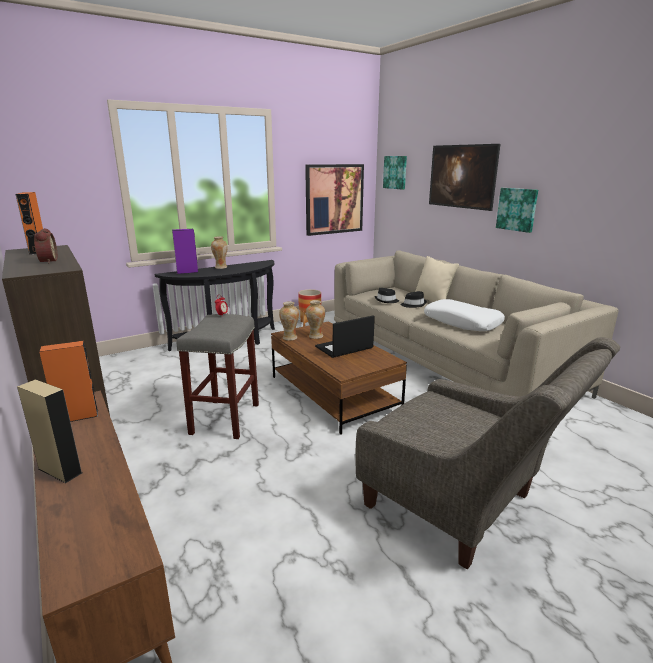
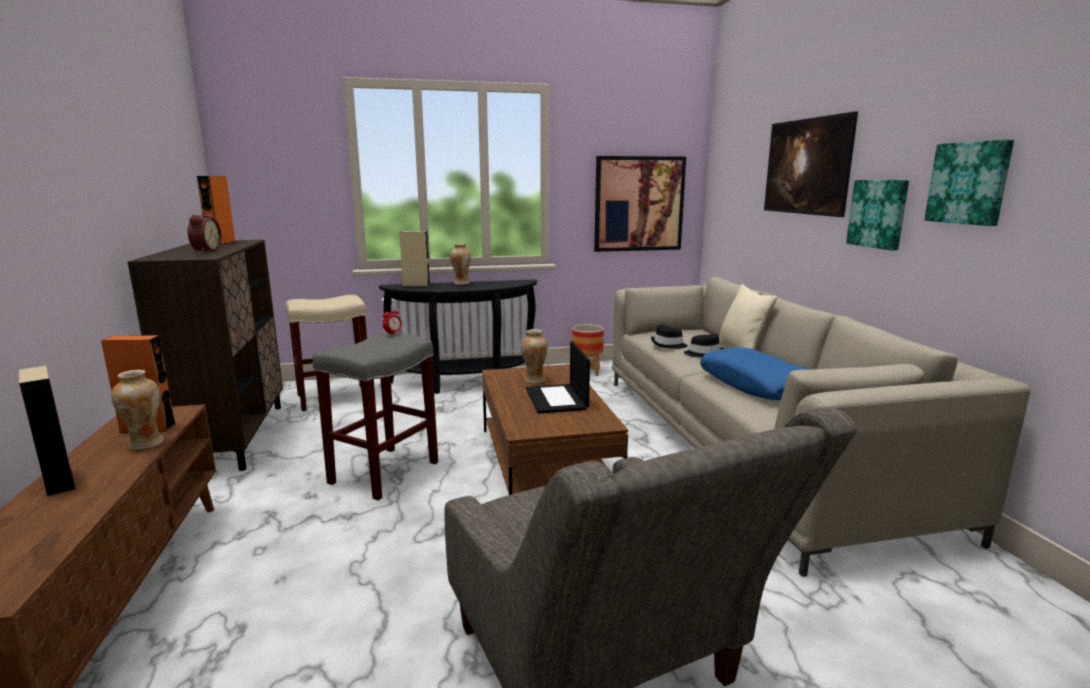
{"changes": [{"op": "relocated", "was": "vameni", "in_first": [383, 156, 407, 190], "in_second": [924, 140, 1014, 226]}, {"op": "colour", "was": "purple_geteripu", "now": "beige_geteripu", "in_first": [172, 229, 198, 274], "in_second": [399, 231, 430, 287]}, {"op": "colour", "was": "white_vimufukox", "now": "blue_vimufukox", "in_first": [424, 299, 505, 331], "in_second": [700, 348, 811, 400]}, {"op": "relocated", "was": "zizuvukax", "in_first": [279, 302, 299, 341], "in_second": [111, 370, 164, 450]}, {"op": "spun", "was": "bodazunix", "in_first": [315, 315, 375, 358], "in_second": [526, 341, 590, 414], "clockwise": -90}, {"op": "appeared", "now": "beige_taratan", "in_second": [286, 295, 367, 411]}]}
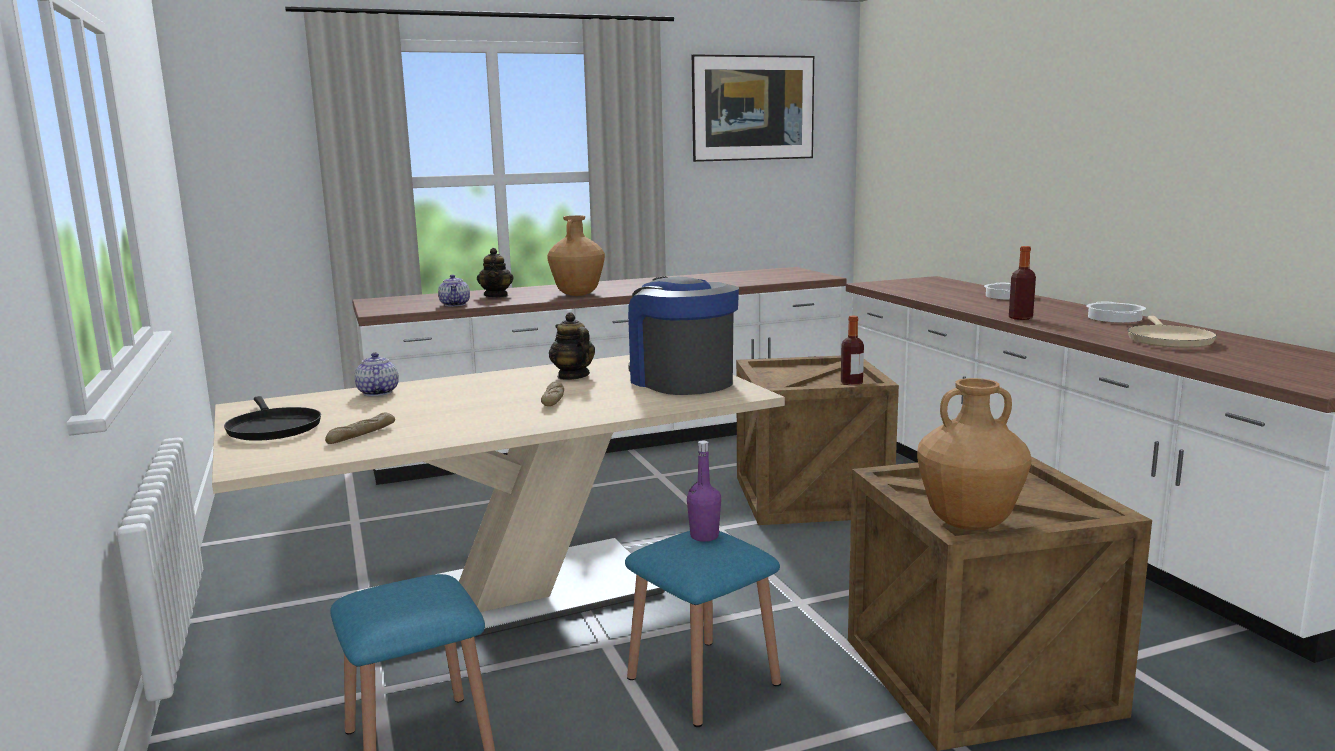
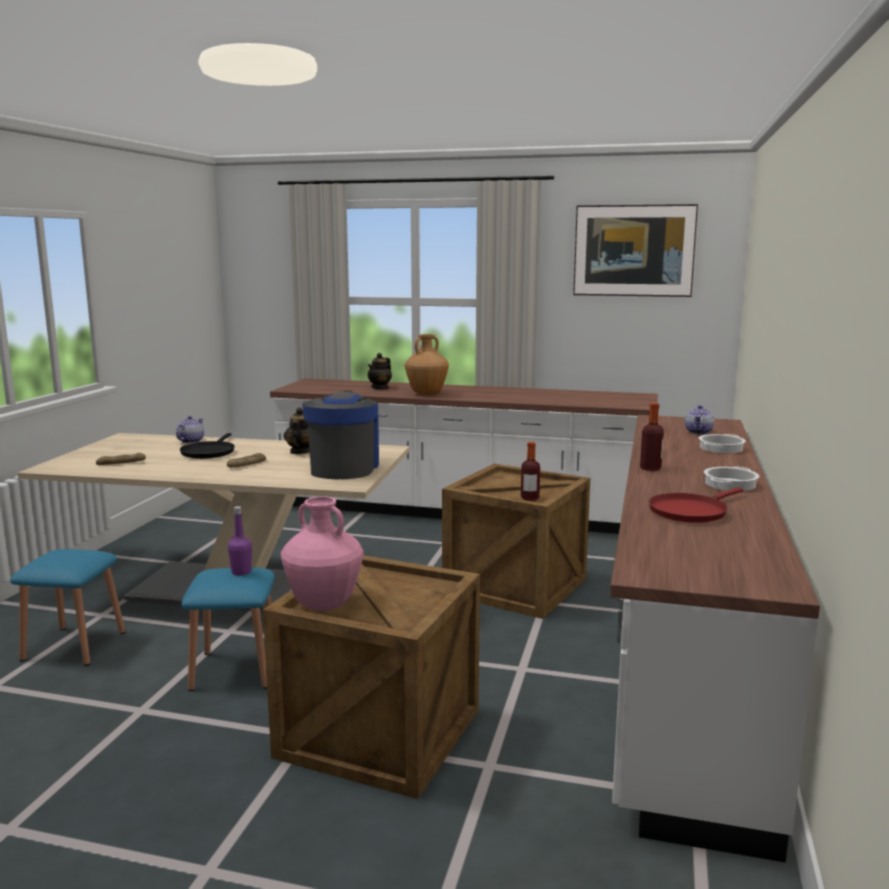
{"changes": [{"op": "relocated", "was": "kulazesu", "in_first": [438, 274, 470, 306], "in_second": [685, 405, 714, 434]}, {"op": "colour", "was": "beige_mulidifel", "now": "red_mulidifel", "in_first": [1127, 316, 1217, 348], "in_second": [649, 487, 743, 523]}, {"op": "colour", "was": "brown_zizuvukax", "now": "pink_zizuvukax", "in_first": [917, 378, 1032, 530], "in_second": [281, 496, 363, 611]}, {"op": "relocated", "was": "black_mulidifel", "in_first": [224, 396, 321, 441], "in_second": [180, 433, 235, 459]}]}
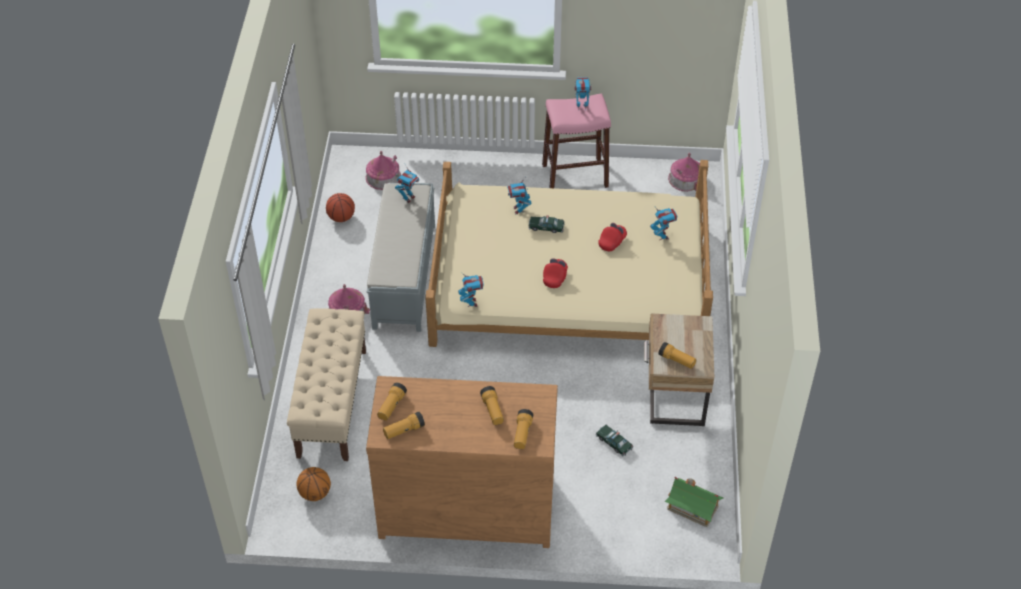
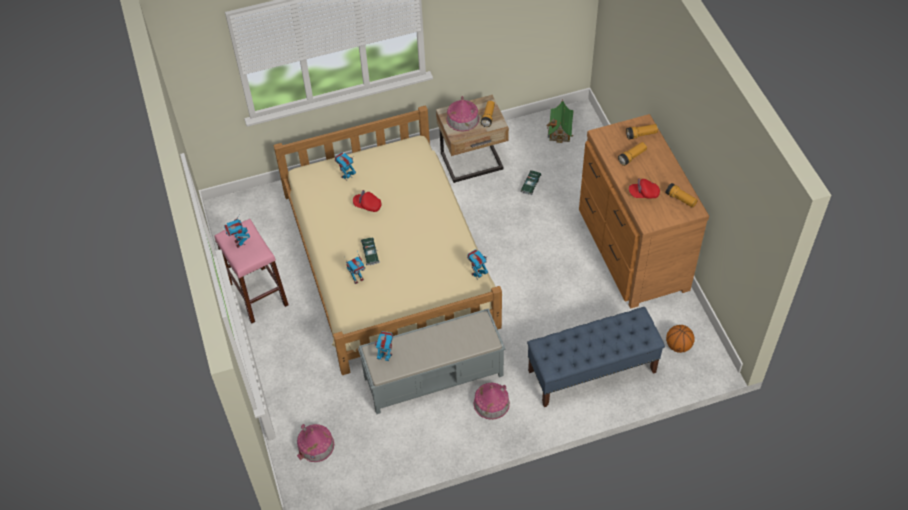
{"changes": [{"op": "relocated", "was": "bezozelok", "in_first": [668, 153, 700, 192], "in_second": [447, 96, 479, 132]}, {"op": "missing", "was": "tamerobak", "in_first": [326, 193, 355, 222]}, {"op": "relocated", "was": "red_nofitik", "in_first": [543, 258, 568, 288], "in_second": [629, 178, 660, 198]}, {"op": "colour", "was": "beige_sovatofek", "now": "blue_sovatofek", "in_first": [287, 308, 366, 461], "in_second": [527, 307, 665, 407]}, {"op": "missing", "was": "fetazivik", "in_first": [377, 382, 407, 421]}]}
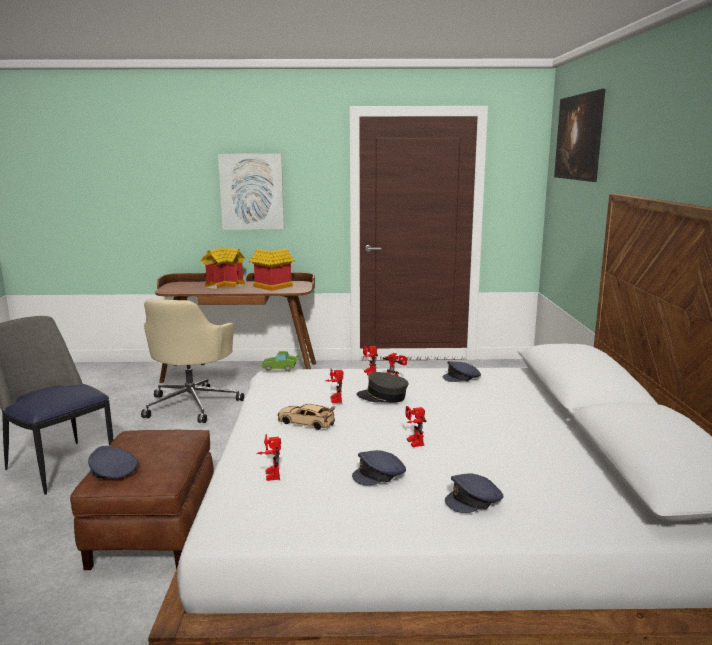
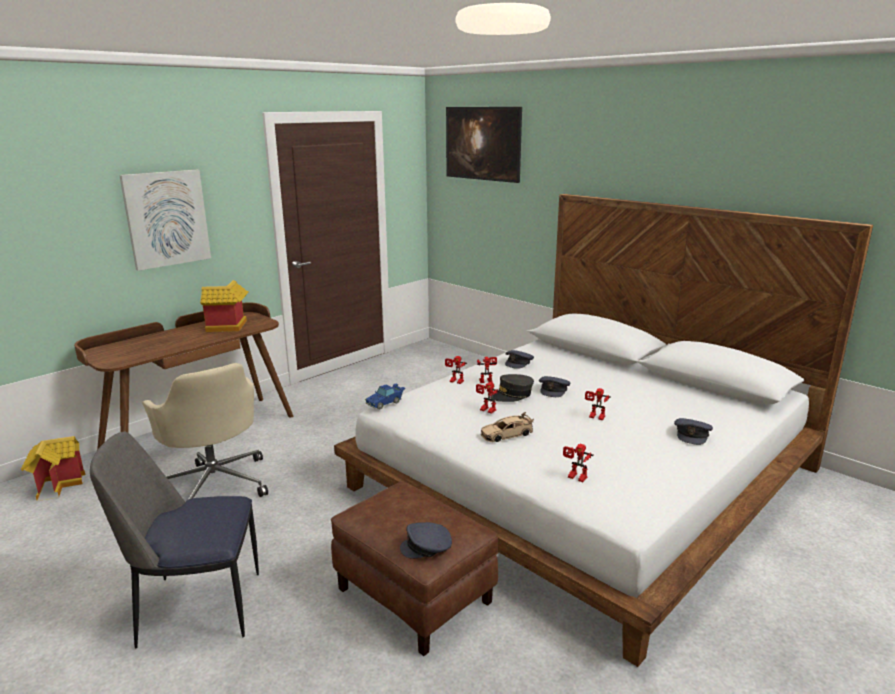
{"changes": [{"op": "relocated", "was": "bezozelok", "in_first": [200, 248, 245, 289], "in_second": [21, 436, 86, 501]}, {"op": "colour", "was": "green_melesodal", "now": "blue_melesodal", "in_first": [261, 351, 301, 372], "in_second": [365, 383, 405, 409]}, {"op": "relocated", "was": "grey_nofitik", "in_first": [352, 450, 406, 486], "in_second": [539, 376, 570, 397]}]}
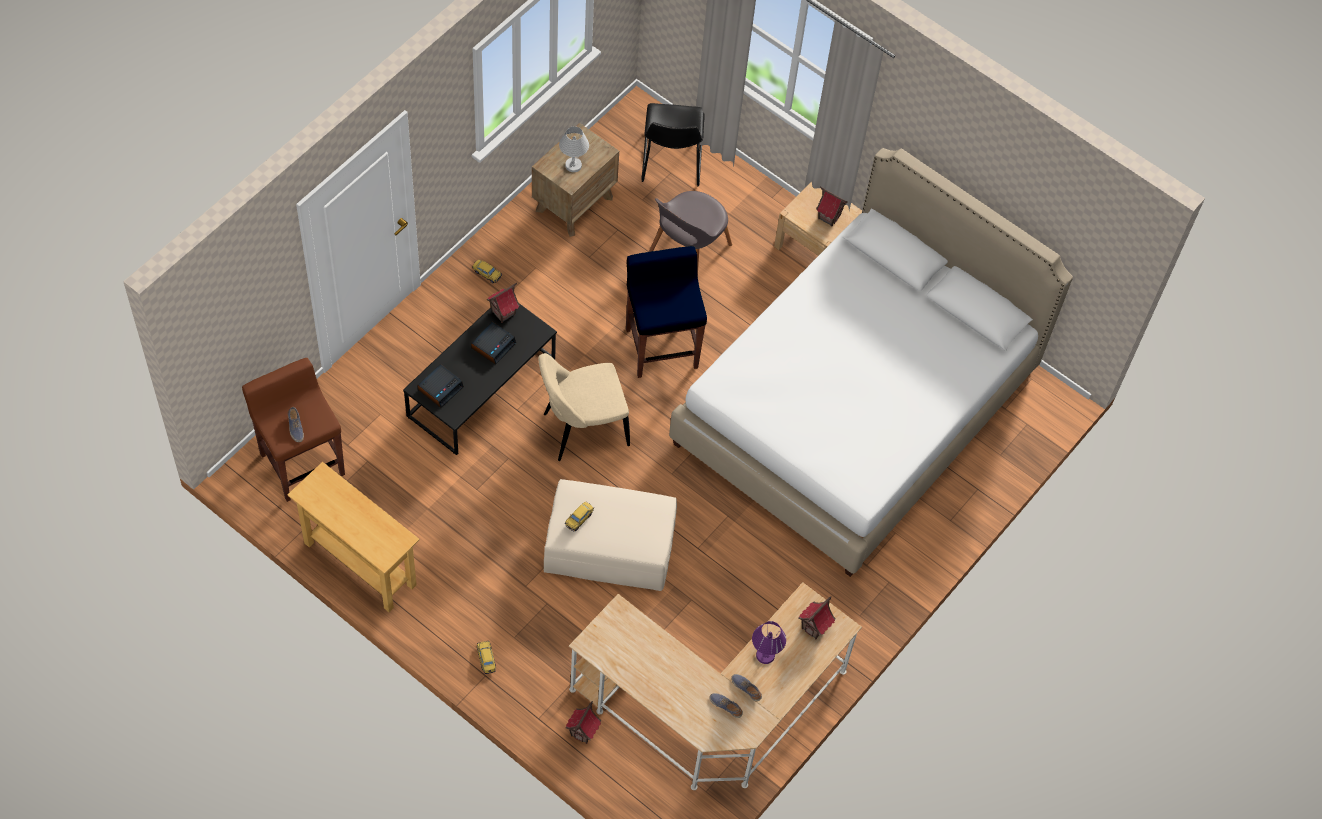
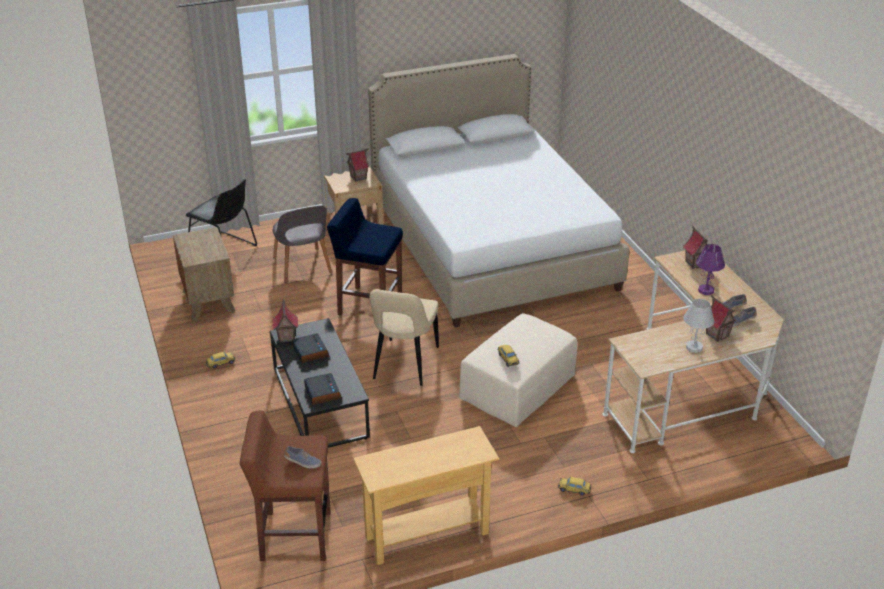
{"changes": [{"op": "relocated", "was": "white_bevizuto", "in_first": [559, 126, 589, 172], "in_second": [683, 299, 714, 353]}, {"op": "relocated", "was": "bezozelok", "in_first": [566, 701, 601, 744], "in_second": [706, 295, 737, 342]}]}
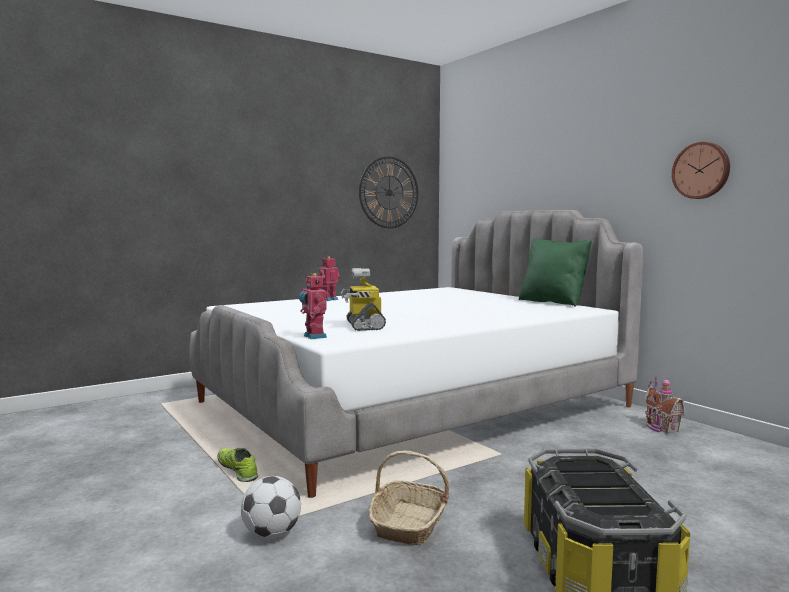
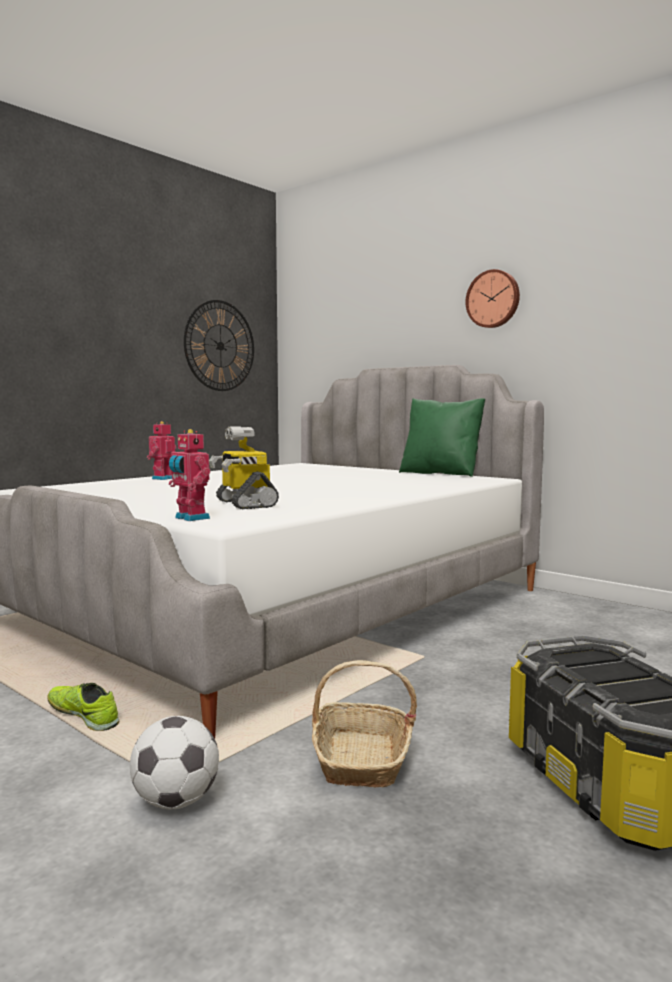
{"changes": [{"op": "relocated", "was": "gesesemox", "in_first": [671, 142, 730, 199], "in_second": [465, 269, 520, 328]}, {"op": "missing", "was": "bezozelok", "in_first": [645, 375, 685, 433]}]}
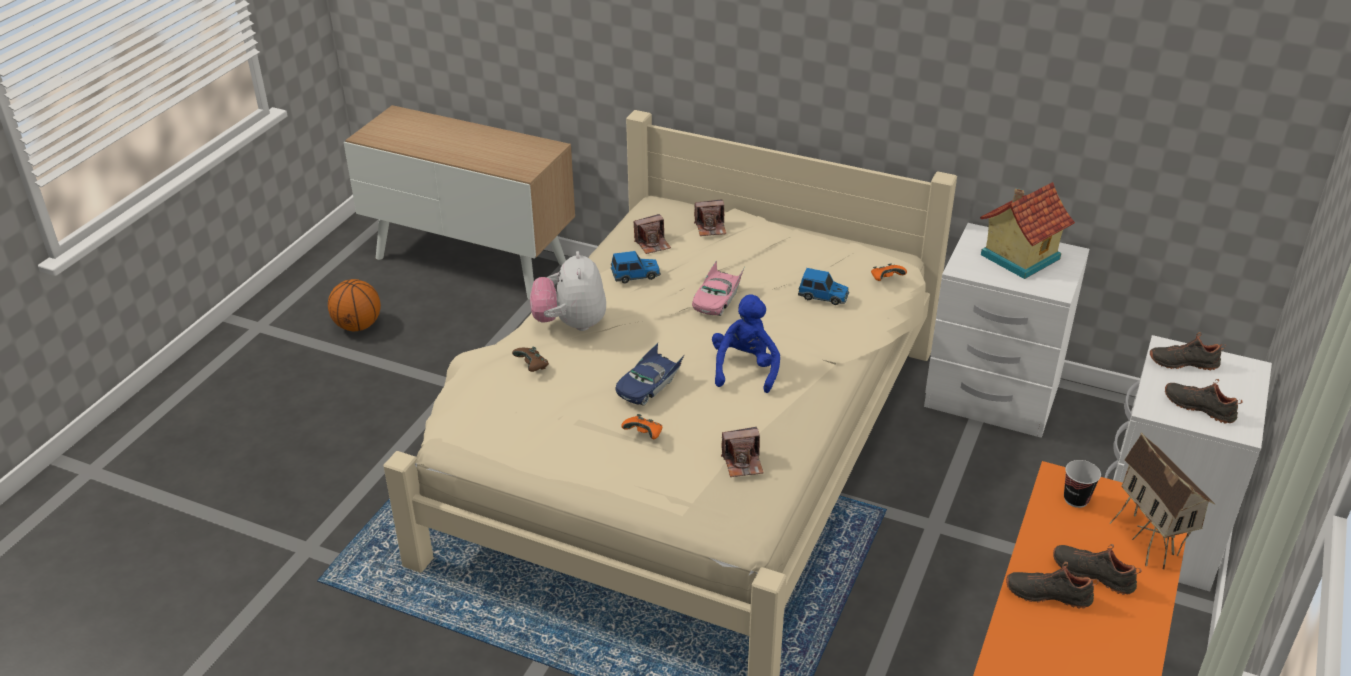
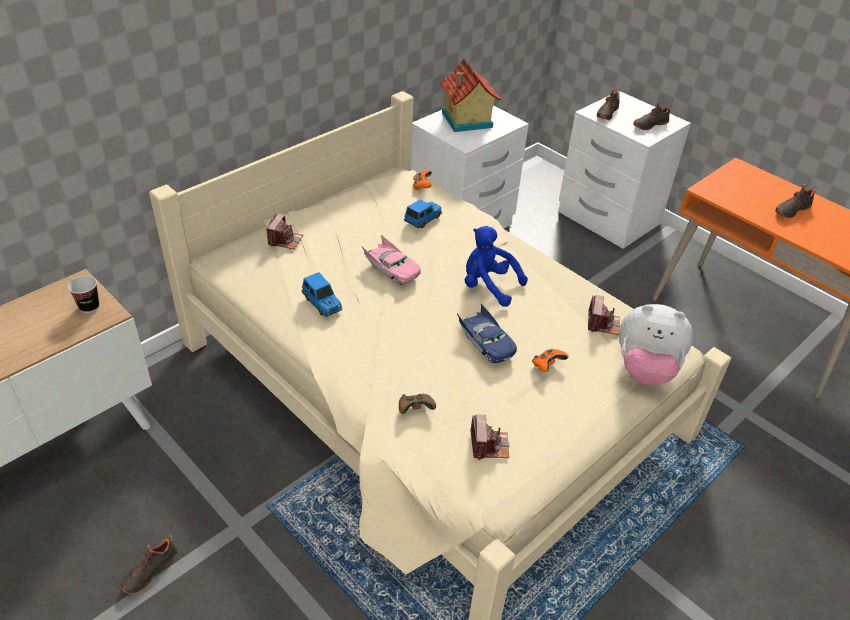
{"changes": [{"op": "relocated", "was": "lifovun", "in_first": [634, 214, 671, 254], "in_second": [470, 414, 510, 460]}, {"op": "relocated", "was": "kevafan", "in_first": [530, 251, 606, 331], "in_second": [619, 304, 693, 386]}, {"op": "spun", "was": "melesodal", "in_first": [611, 251, 661, 284], "in_second": [302, 272, 342, 317], "clockwise": 135}, {"op": "missing", "was": "tamerobak", "in_first": [328, 279, 381, 331]}, {"op": "missing", "was": "bezozelok", "in_first": [1110, 432, 1215, 569]}, {"op": "relocated", "was": "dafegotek", "in_first": [1064, 460, 1101, 508], "in_second": [68, 276, 99, 313]}, {"op": "relocated", "was": "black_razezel", "in_first": [1006, 562, 1099, 609], "in_second": [120, 535, 177, 594]}]}
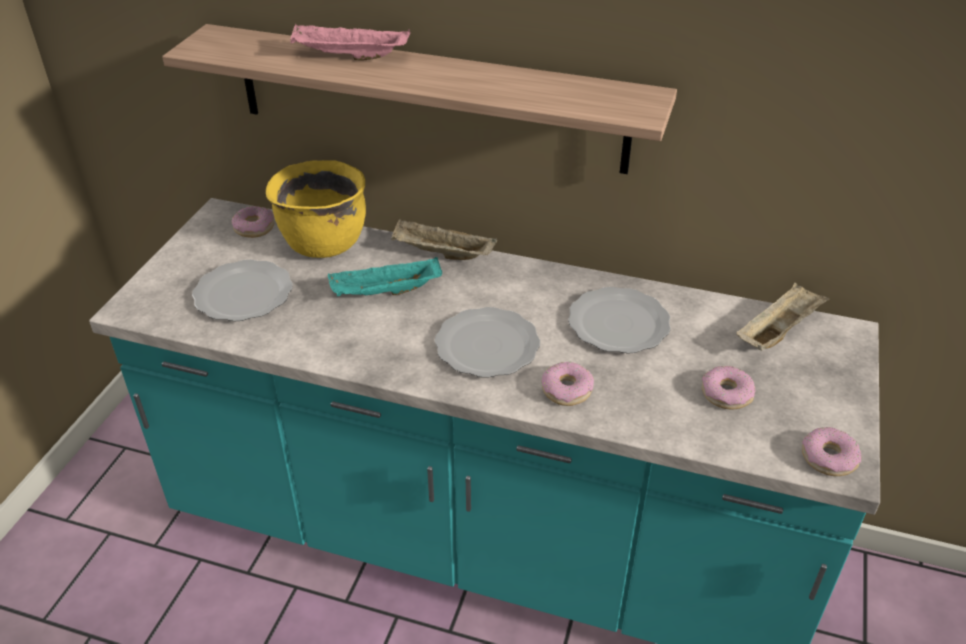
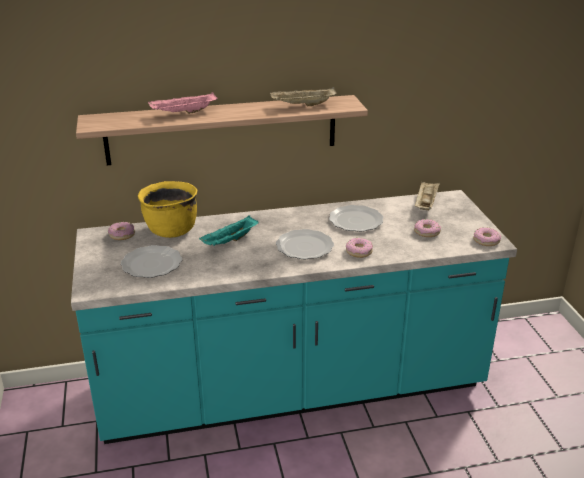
{"changes": [{"op": "relocated", "was": "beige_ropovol", "in_first": [391, 219, 497, 260], "in_second": [270, 87, 337, 106]}]}
